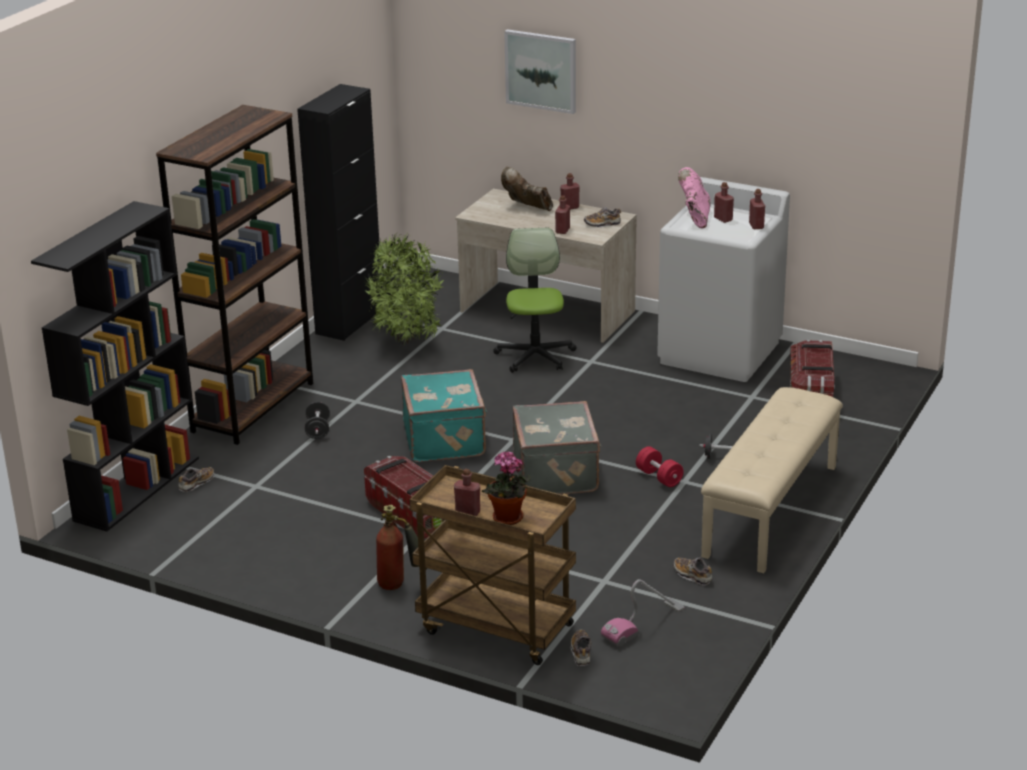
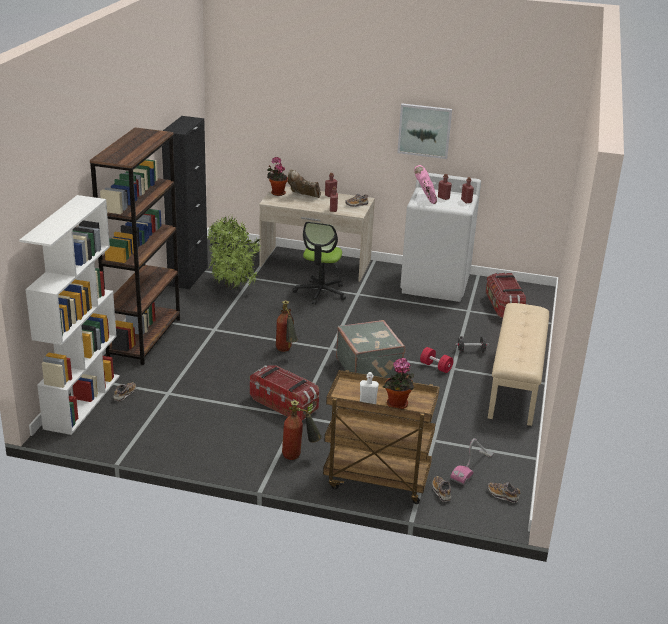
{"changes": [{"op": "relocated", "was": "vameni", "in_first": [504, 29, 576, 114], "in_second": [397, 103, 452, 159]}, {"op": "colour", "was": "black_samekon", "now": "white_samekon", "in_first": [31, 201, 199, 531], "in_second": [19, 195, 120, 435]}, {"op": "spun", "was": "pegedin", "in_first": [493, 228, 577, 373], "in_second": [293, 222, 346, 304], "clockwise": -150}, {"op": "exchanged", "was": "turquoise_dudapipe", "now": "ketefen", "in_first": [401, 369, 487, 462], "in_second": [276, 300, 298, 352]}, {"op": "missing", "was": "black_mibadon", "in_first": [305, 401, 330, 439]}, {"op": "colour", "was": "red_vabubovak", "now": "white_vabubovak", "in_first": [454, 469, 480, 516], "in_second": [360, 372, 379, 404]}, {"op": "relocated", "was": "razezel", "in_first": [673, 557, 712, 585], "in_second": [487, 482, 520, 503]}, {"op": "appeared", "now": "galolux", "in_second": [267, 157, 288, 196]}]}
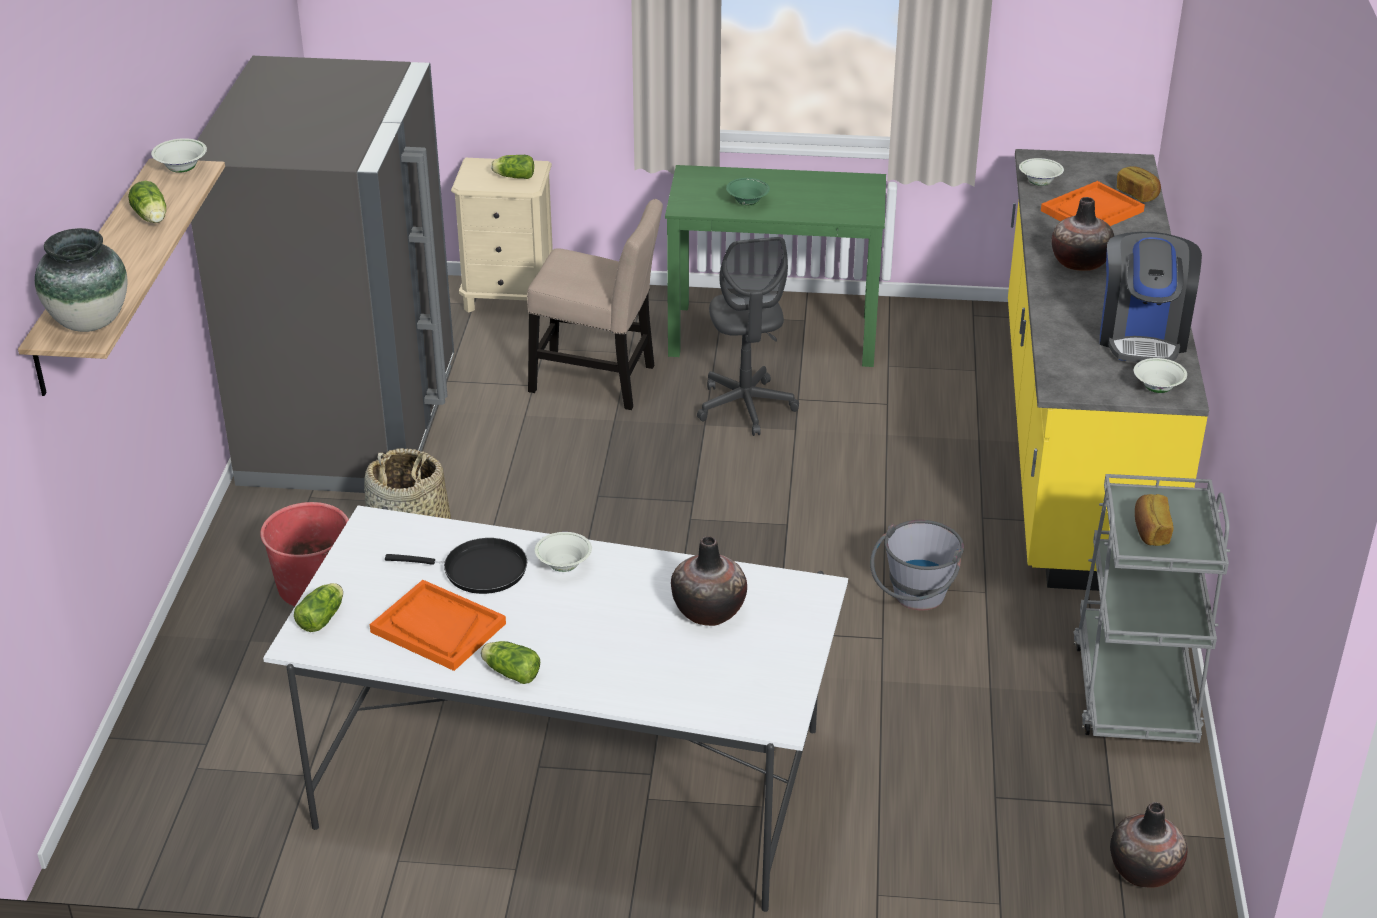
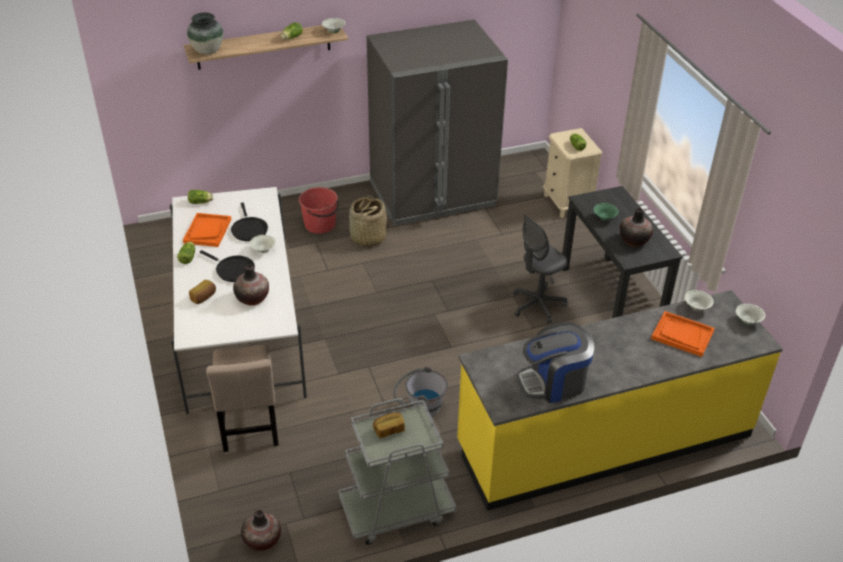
{"changes": [{"op": "colour", "was": "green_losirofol", "now": "black_losirofol", "in_first": [665, 165, 886, 367], "in_second": [562, 186, 683, 318]}, {"op": "relocated", "was": "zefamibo", "in_first": [1117, 166, 1161, 202], "in_second": [189, 280, 216, 304]}, {"op": "relocated", "was": "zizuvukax", "in_first": [1051, 197, 1114, 271], "in_second": [620, 208, 653, 247]}, {"op": "relocated", "was": "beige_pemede", "in_first": [527, 199, 663, 410], "in_second": [206, 344, 278, 452]}, {"op": "relocated", "was": "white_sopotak", "in_first": [1134, 358, 1187, 393], "in_second": [736, 304, 765, 325]}, {"op": "appeared", "now": "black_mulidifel", "in_second": [200, 250, 255, 282]}]}
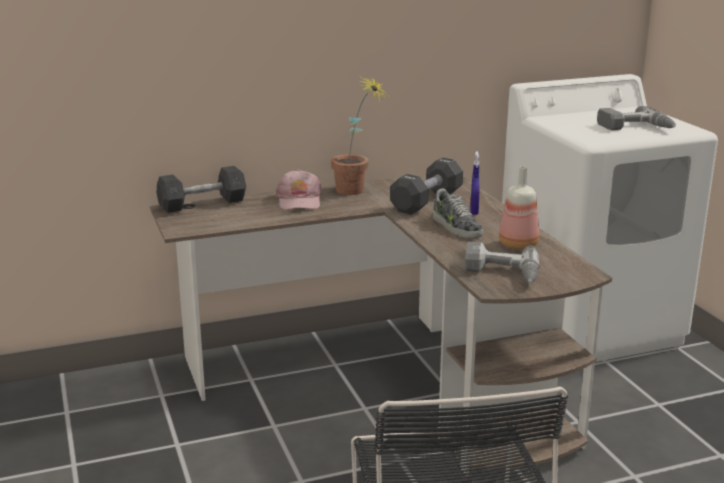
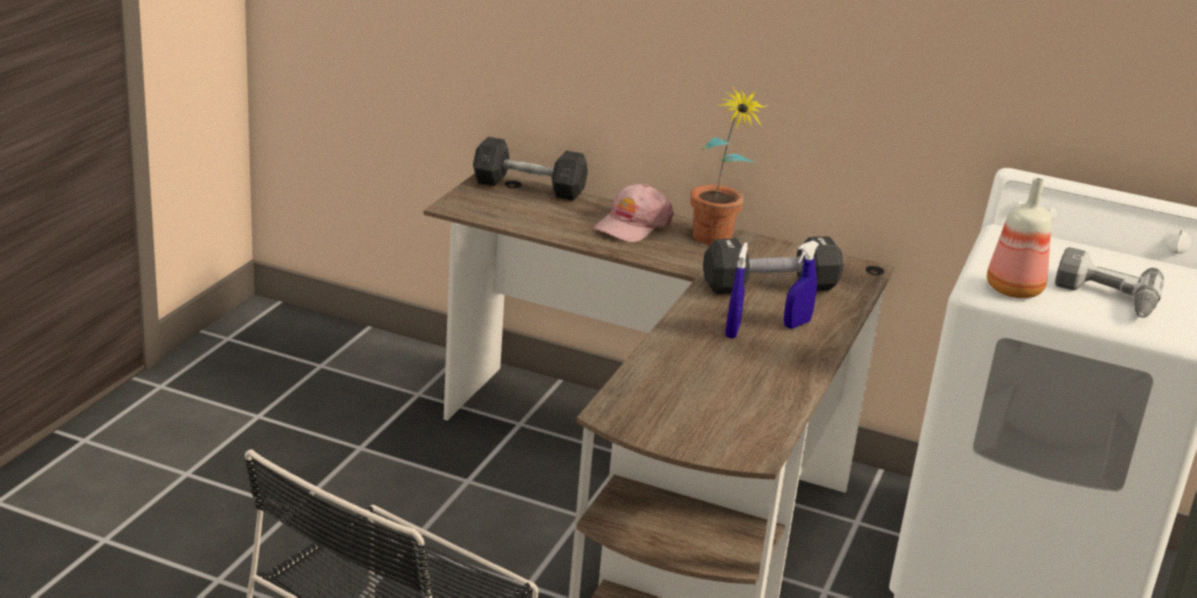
{"changes": [{"op": "relocated", "was": "vabubovak", "in_first": [499, 166, 539, 249], "in_second": [987, 178, 1052, 298]}, {"op": "exchanged", "was": "razezel", "now": "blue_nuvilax", "in_first": [433, 188, 484, 238], "in_second": [725, 242, 748, 339]}, {"op": "missing", "was": "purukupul", "in_first": [465, 242, 540, 283]}]}
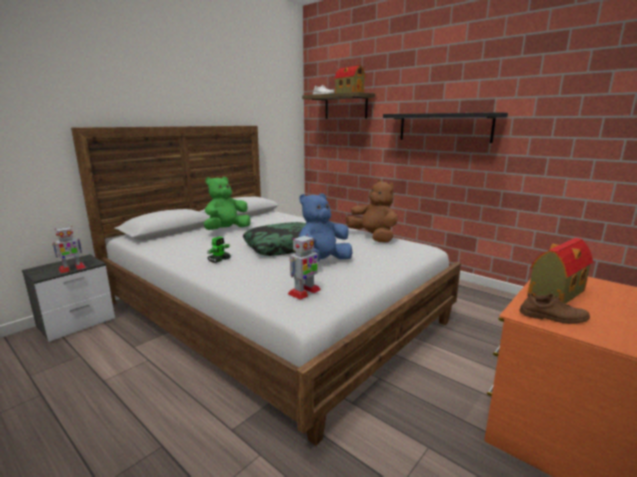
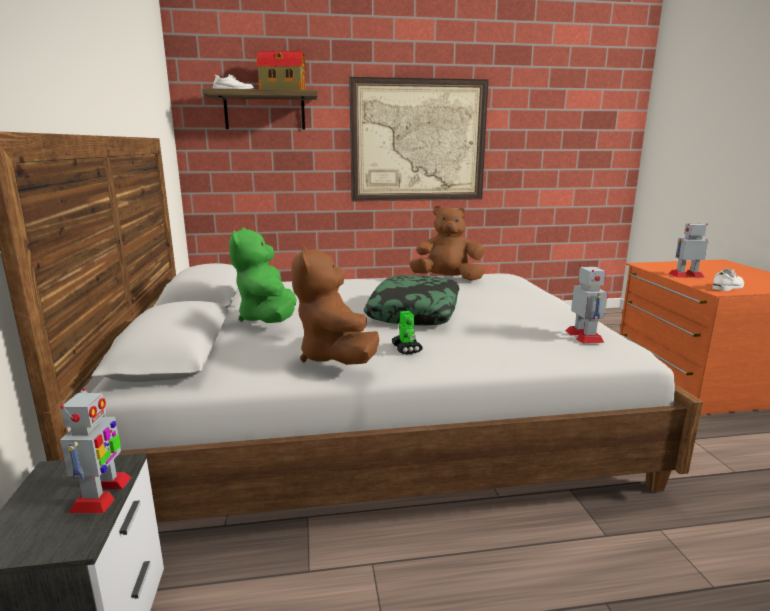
{"changes": [{"op": "exchanged", "was": "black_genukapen", "now": "vameni", "in_first": [383, 112, 508, 143], "in_second": [349, 77, 489, 202]}, {"op": "missing", "was": "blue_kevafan", "in_first": [299, 193, 353, 262]}, {"op": "exchanged", "was": "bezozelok", "now": "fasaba", "in_first": [527, 238, 593, 304], "in_second": [669, 224, 709, 278]}, {"op": "colour", "was": "brown_razezel", "now": "white_razezel", "in_first": [519, 292, 590, 324], "in_second": [712, 269, 744, 291]}, {"op": "appeared", "now": "brown_kevafan", "in_second": [291, 247, 379, 365]}]}
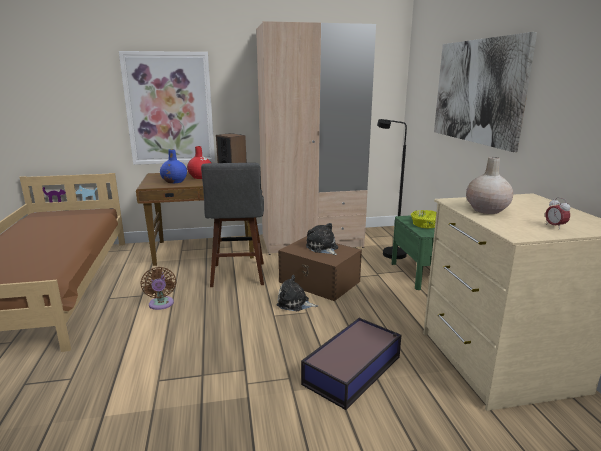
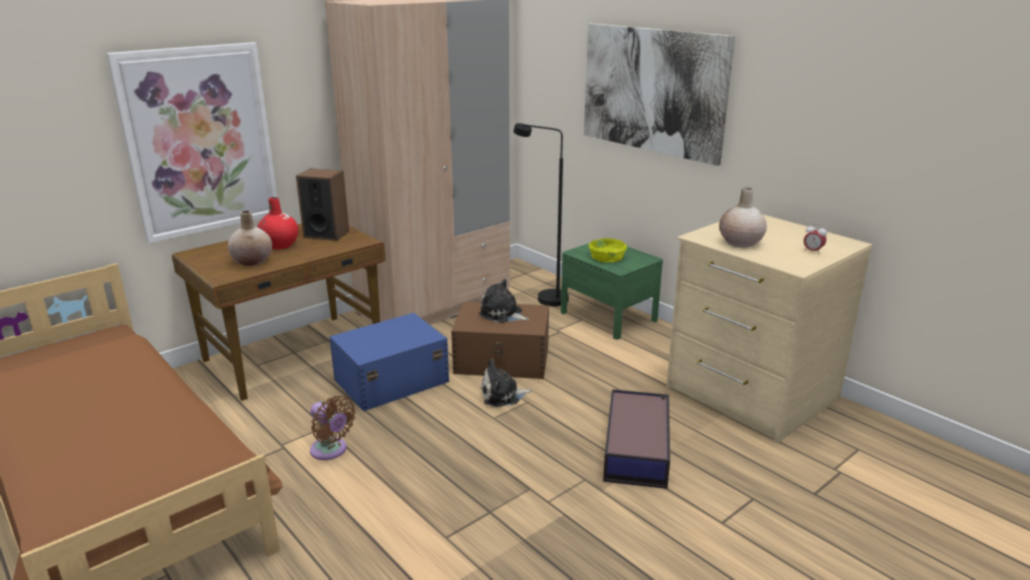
{"changes": [{"op": "colour", "was": "blue_zizuvukax", "now": "beige_zizuvukax", "in_first": [160, 149, 187, 184], "in_second": [228, 211, 272, 266]}, {"op": "exchanged", "was": "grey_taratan", "now": "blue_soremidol", "in_first": [201, 163, 264, 287], "in_second": [329, 313, 449, 411]}]}
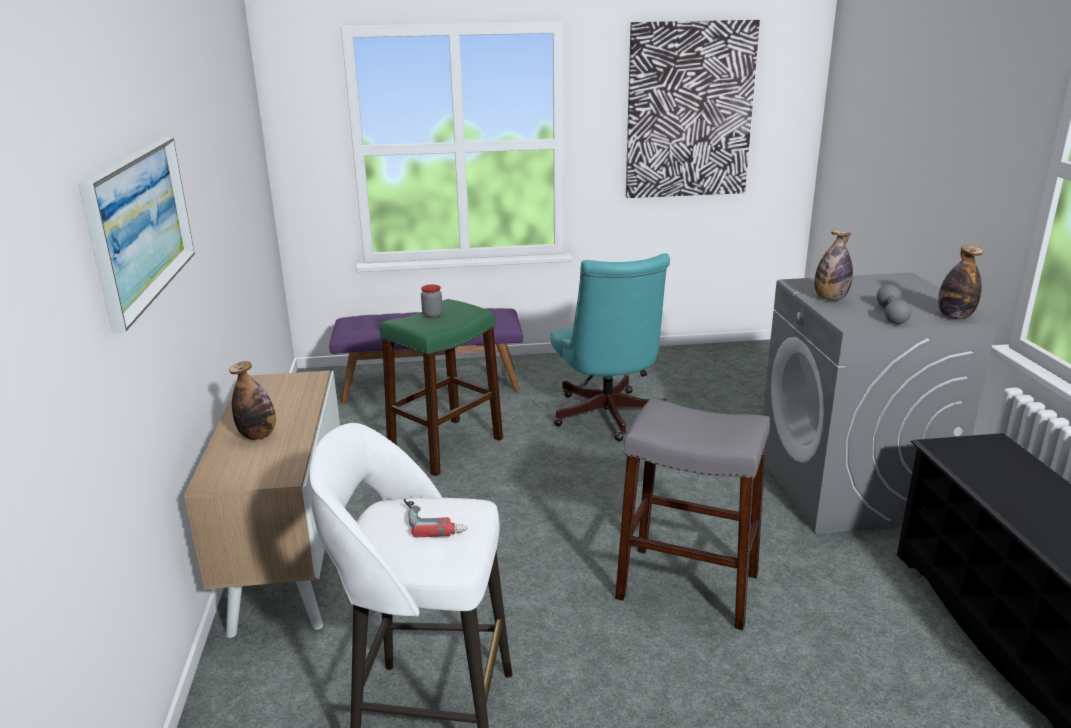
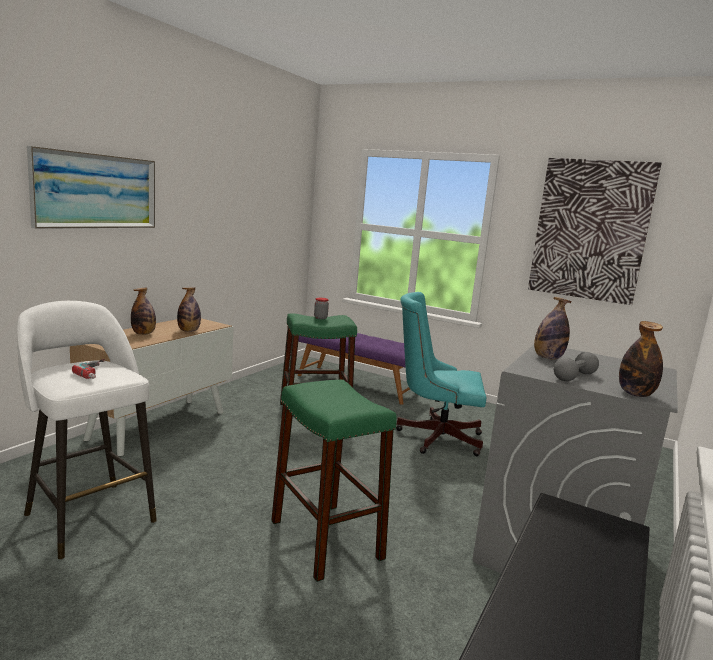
{"changes": [{"op": "spun", "was": "turquoise_pegedin", "in_first": [551, 254, 670, 441], "in_second": [396, 292, 487, 456], "clockwise": 75}, {"op": "colour", "was": "grey_taratan", "now": "green_taratan", "in_first": [615, 398, 770, 630], "in_second": [271, 380, 397, 582]}, {"op": "appeared", "now": "vabubovak", "in_second": [177, 287, 201, 332]}]}
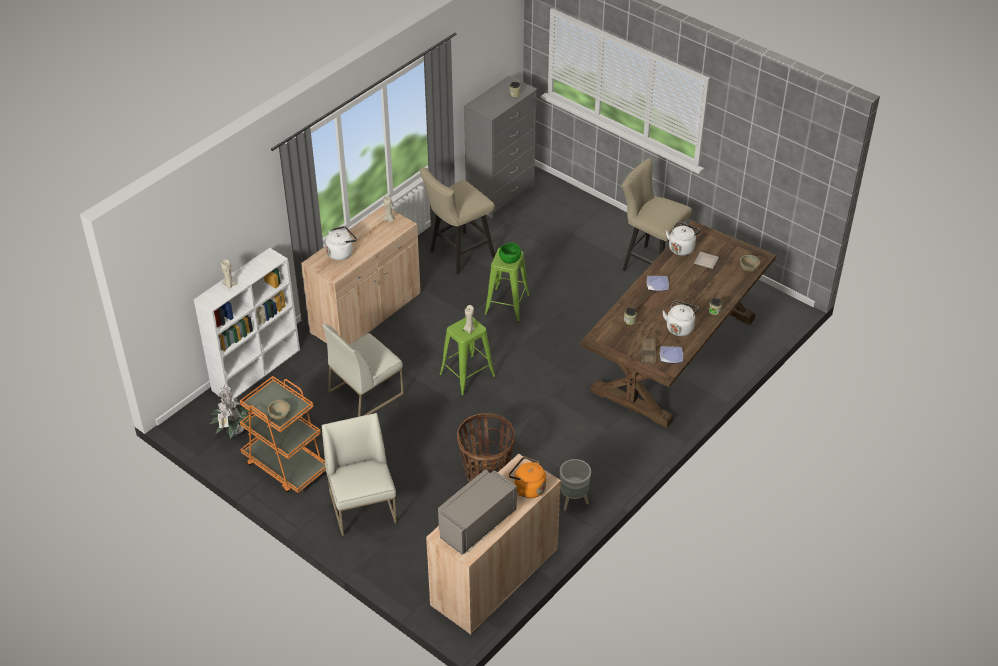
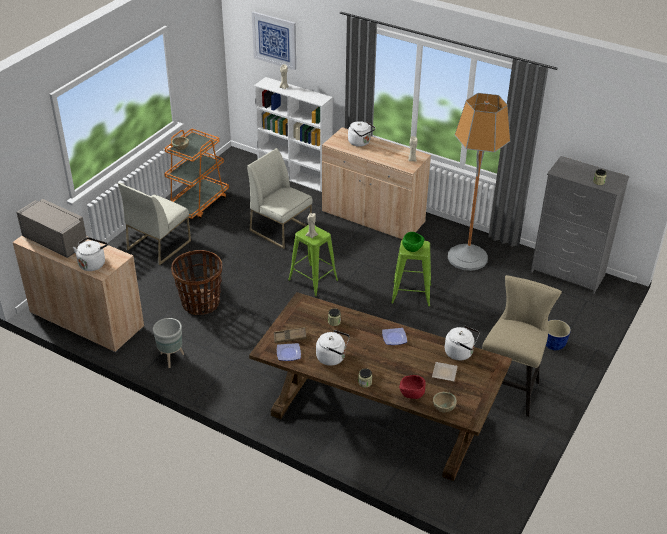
{"changes": [{"op": "exchanged", "was": "beige_taratan", "now": "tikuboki", "in_first": [420, 168, 495, 275], "in_second": [448, 93, 511, 271]}, {"op": "missing", "was": "galolux", "in_first": [210, 385, 252, 439]}, {"op": "spun", "was": "white_pemede", "in_first": [322, 413, 397, 536], "in_second": [118, 183, 191, 265], "clockwise": 150}, {"op": "colour", "was": "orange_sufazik", "now": "white_sufazik", "in_first": [509, 457, 546, 498], "in_second": [73, 237, 108, 271]}, {"op": "appeared", "now": "vameni", "in_second": [252, 11, 296, 70]}, {"op": "appeared", "now": "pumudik", "in_second": [546, 320, 571, 350]}, {"op": "appeared", "now": "red_sopotak", "in_second": [399, 375, 426, 399]}]}
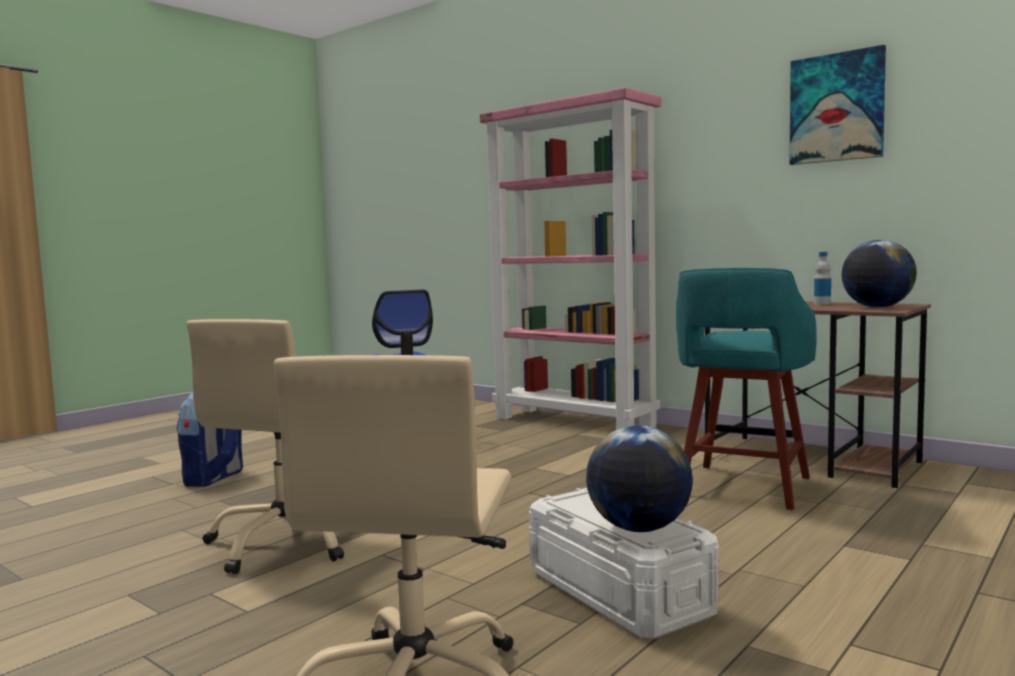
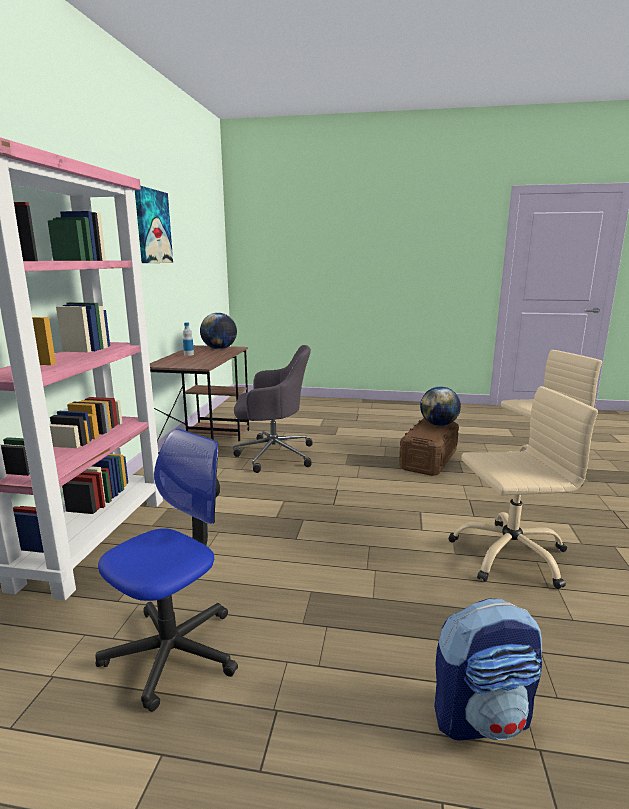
{"changes": [{"op": "exchanged", "was": "turquoise_taratan", "now": "grey_pegedin", "in_first": [676, 268, 817, 510], "in_second": [233, 345, 313, 473]}, {"op": "colour", "was": "white_soremidol", "now": "brown_soremidol", "in_first": [529, 488, 719, 639], "in_second": [399, 418, 459, 476]}]}
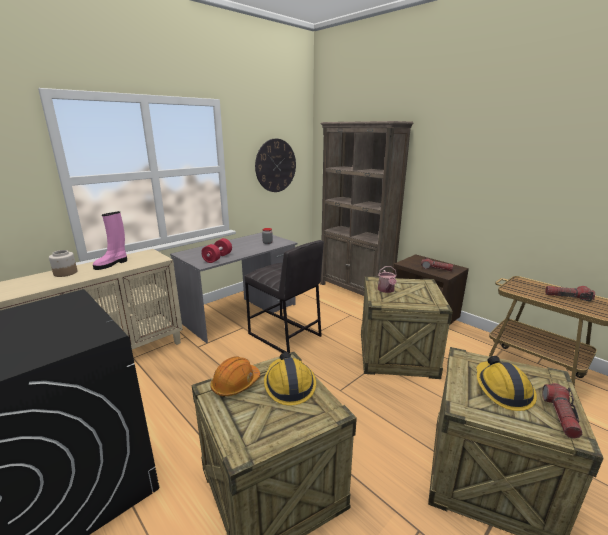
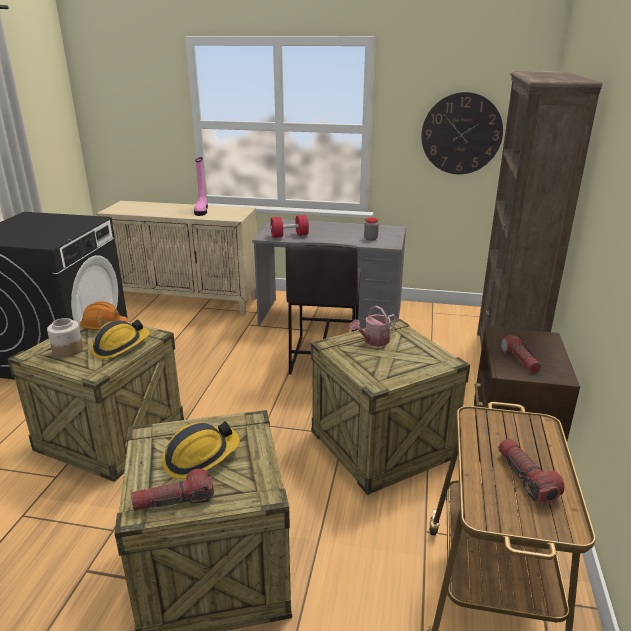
{"changes": [{"op": "spun", "was": "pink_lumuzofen", "in_first": [93, 211, 127, 270], "in_second": [194, 157, 208, 216], "clockwise": -90}, {"op": "relocated", "was": "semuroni", "in_first": [49, 250, 77, 277], "in_second": [47, 318, 83, 357]}]}
